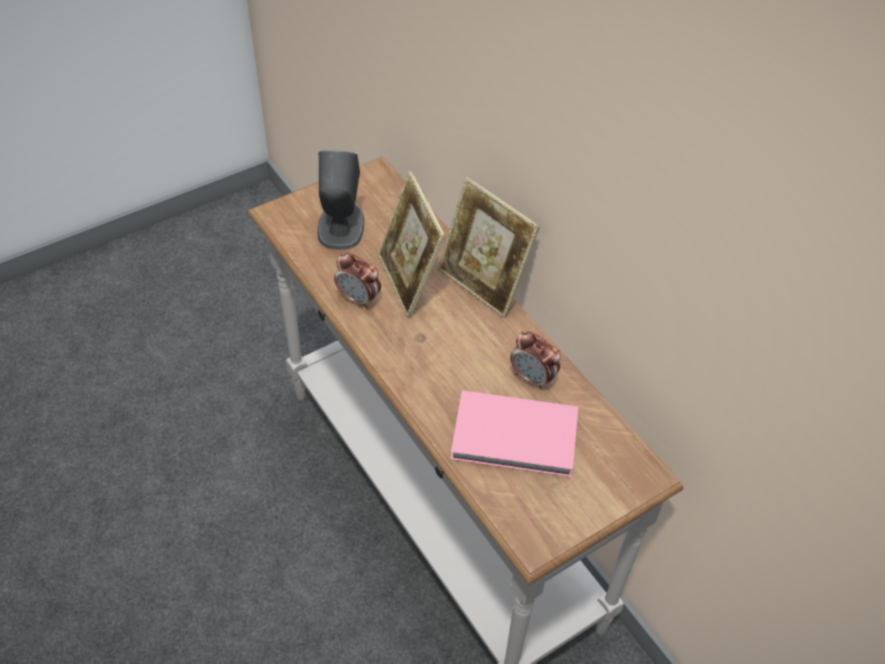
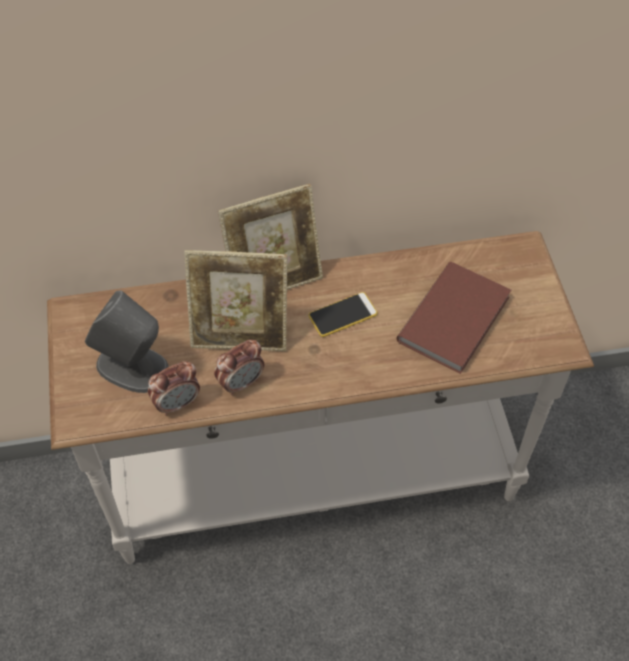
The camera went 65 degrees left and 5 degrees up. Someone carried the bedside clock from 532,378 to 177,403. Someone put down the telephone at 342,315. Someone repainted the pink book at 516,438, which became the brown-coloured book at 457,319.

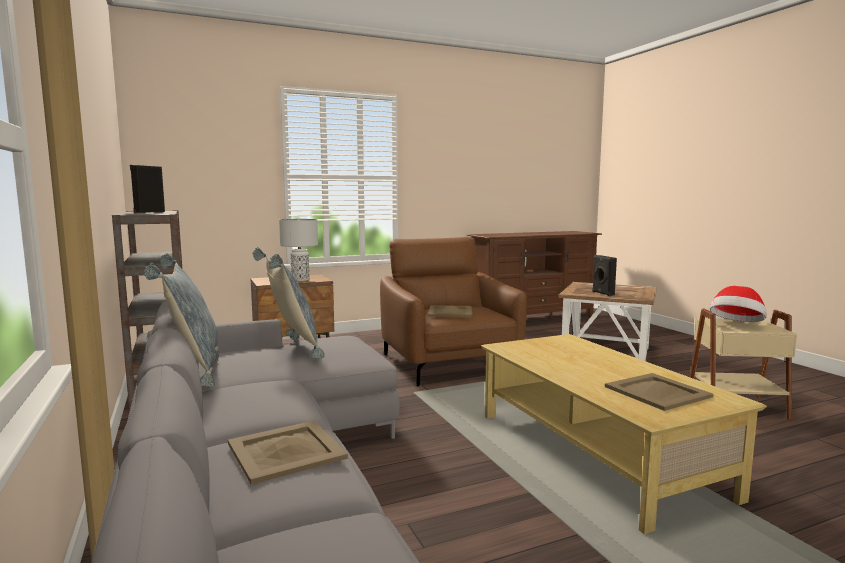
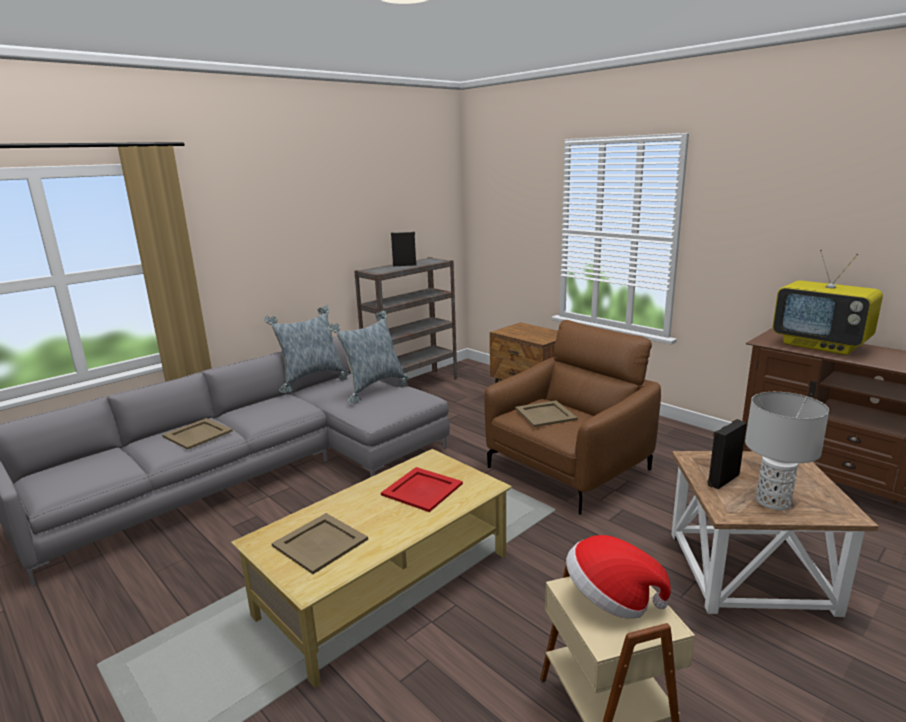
The camera went 70 degrees right and 10 degrees up. Someone put down the red-coloured serving tray at 421,489. Someone carried the whitish lamp for a table from 300,279 to 773,502. Someone put down the TV set at 821,345.

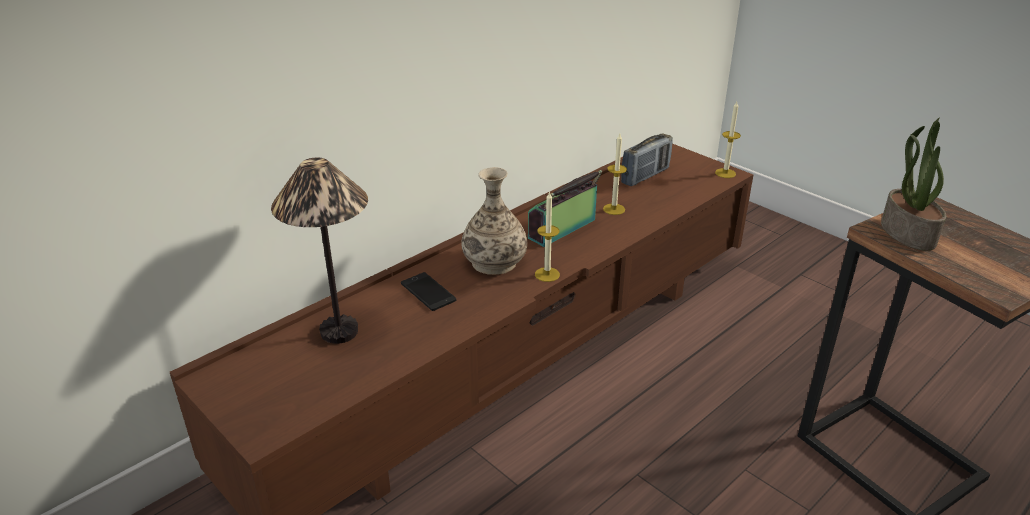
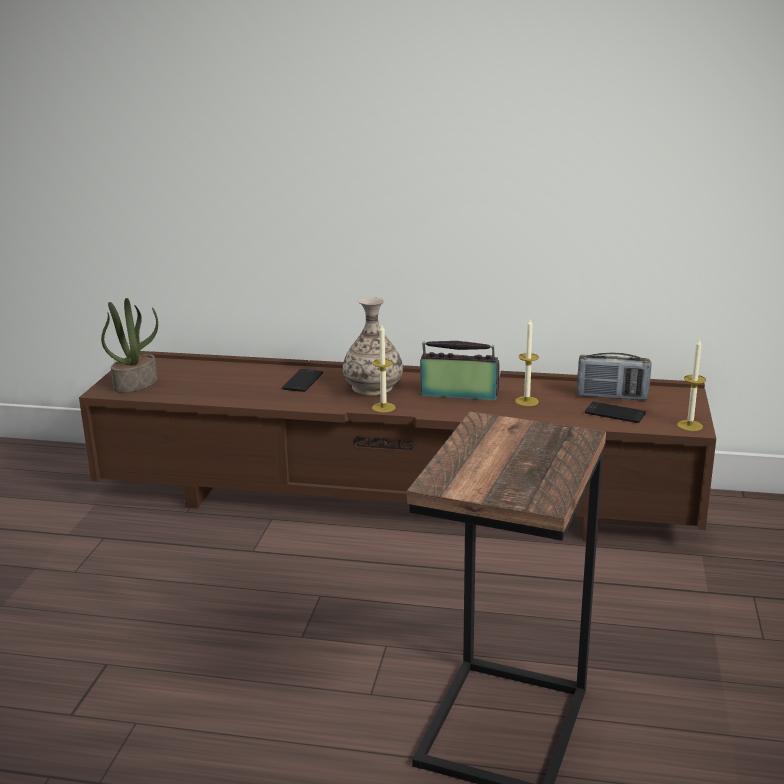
The camera went 55 degrees right and 10 degrees down. Someone carried the houseplant from 906,233 to 135,384. Someone put down the telephone at 615,413. Someone took away the lamp for a table at 338,331.

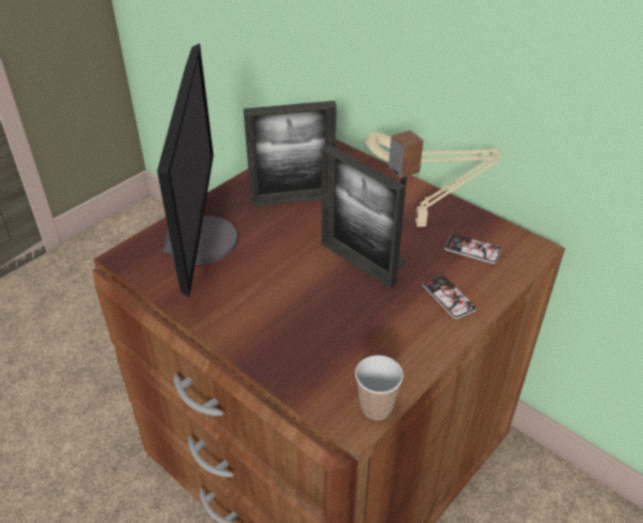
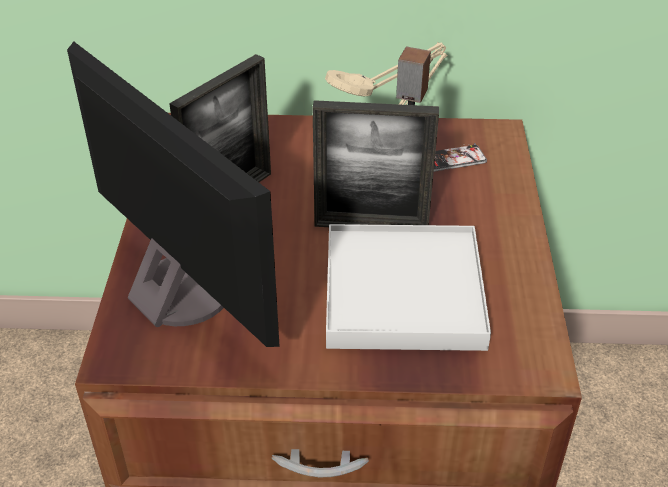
The camera went 40 degrees left and 0 degrees up. Someone put down the whitish serving tray at 403,292. Someone took away the cup at 376,407. Someone took away the telephone at 448,297.

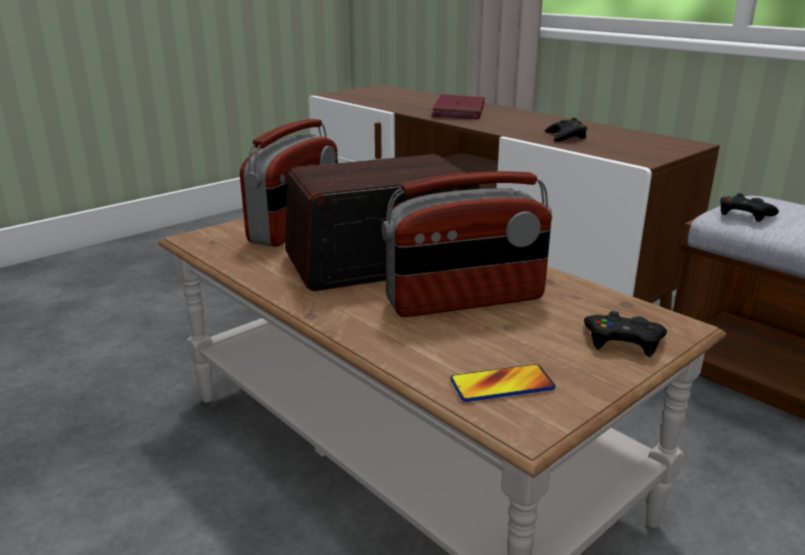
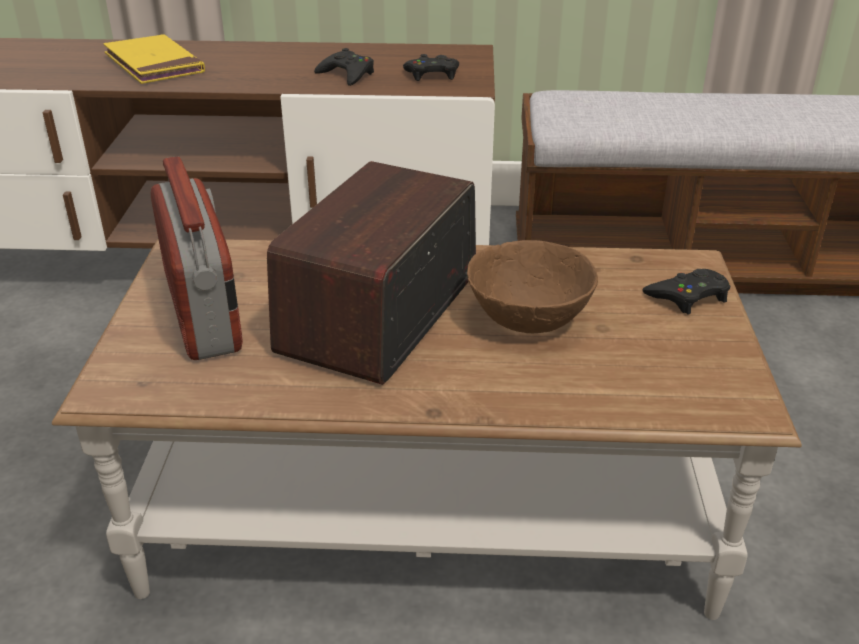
The camera went 45 degrees left and 10 degrees up. Someone repainted the red-coloured book at 459,111, which became the yellow book at 154,64. Someone carried the blackish gamepad from 744,214 to 432,75. Someone swapped the radio set at 466,301 for the brown-coloured bowl at 528,319. Someone took away the telephone at 502,385.

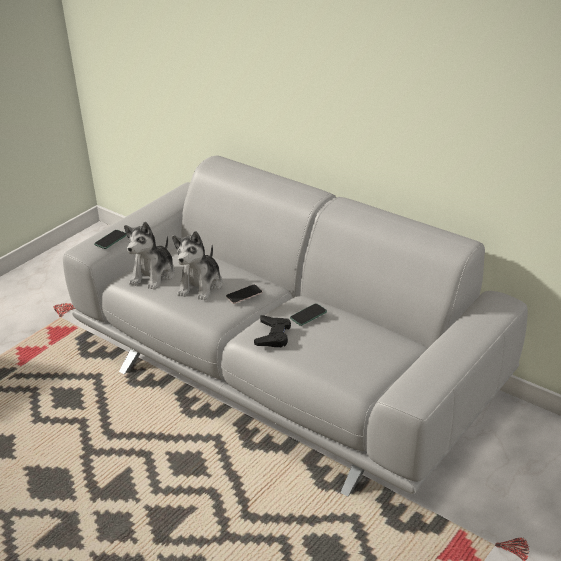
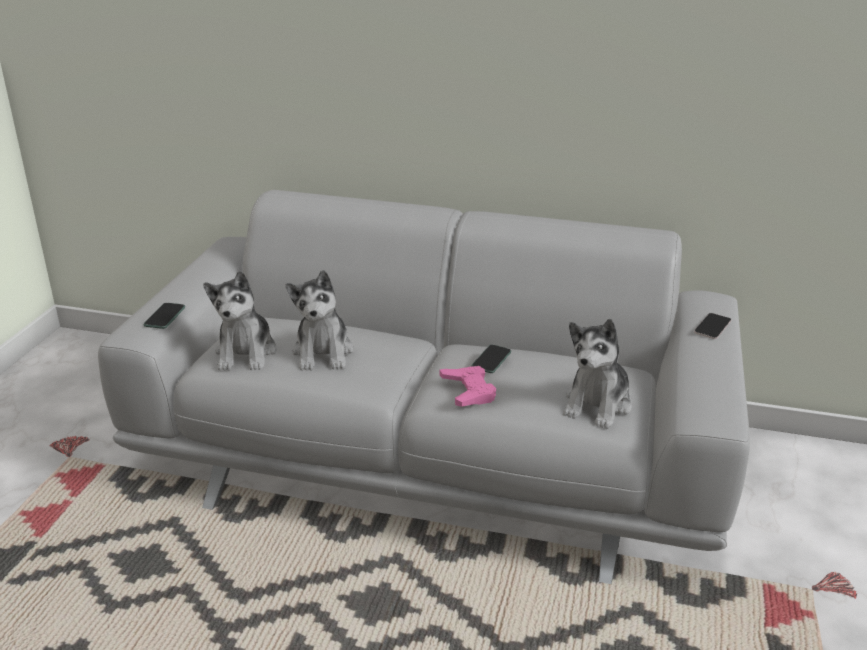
The camera went 25 degrees left and 5 degrees down. Someone repainted the blackish gamepad at 273,335, which became the pink gamepad at 468,391. Someone put down the soft toy at 597,405. Someone carried the telephone from 244,294 to 712,327.

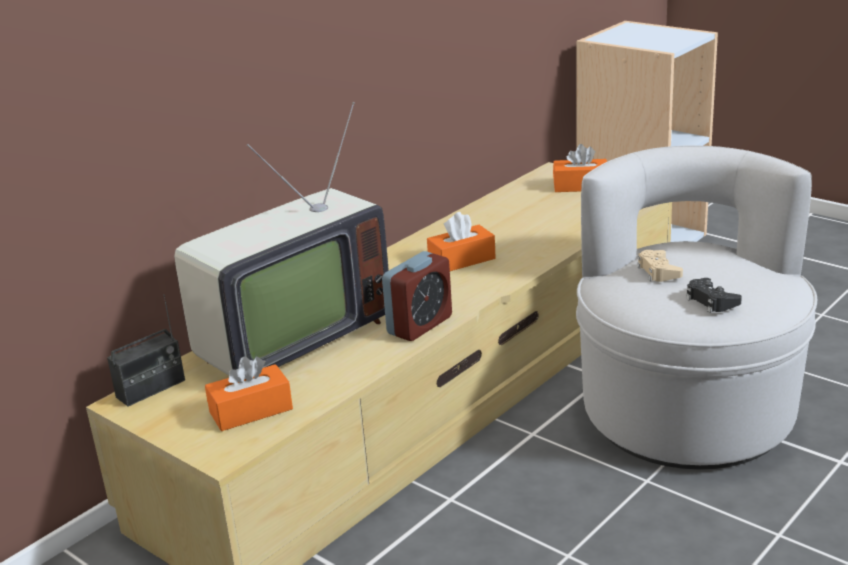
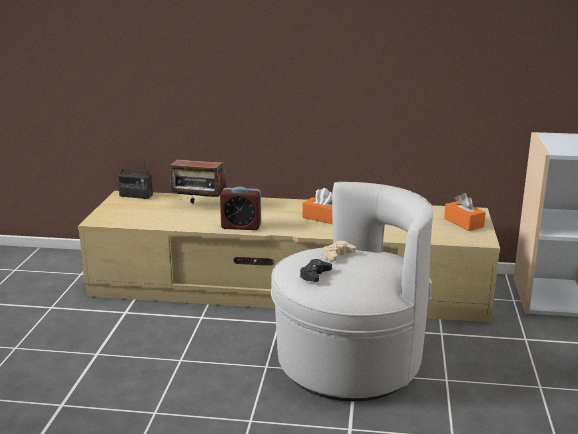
The camera went 55 degrees right and 5 degrees down. Someone swapped the TV set at 287,340 for the radio set at 199,206. Someone took away the orange box of tissues at 251,411.

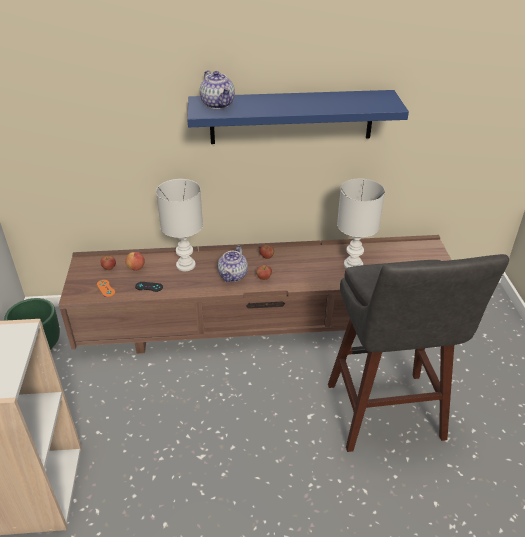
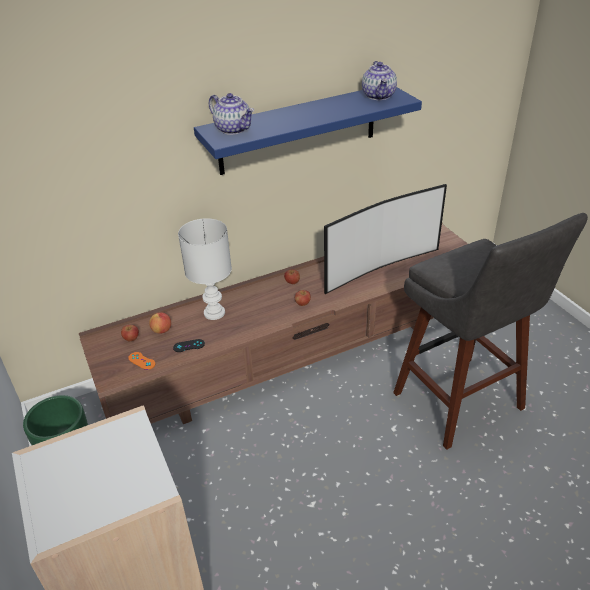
The camera went 20 degrees left and 0 degrees up. Someone swapped the whitish lamp for a table at 353,264 for the TV set at 380,267. Someone carried the tea pot from 233,275 to 379,96.

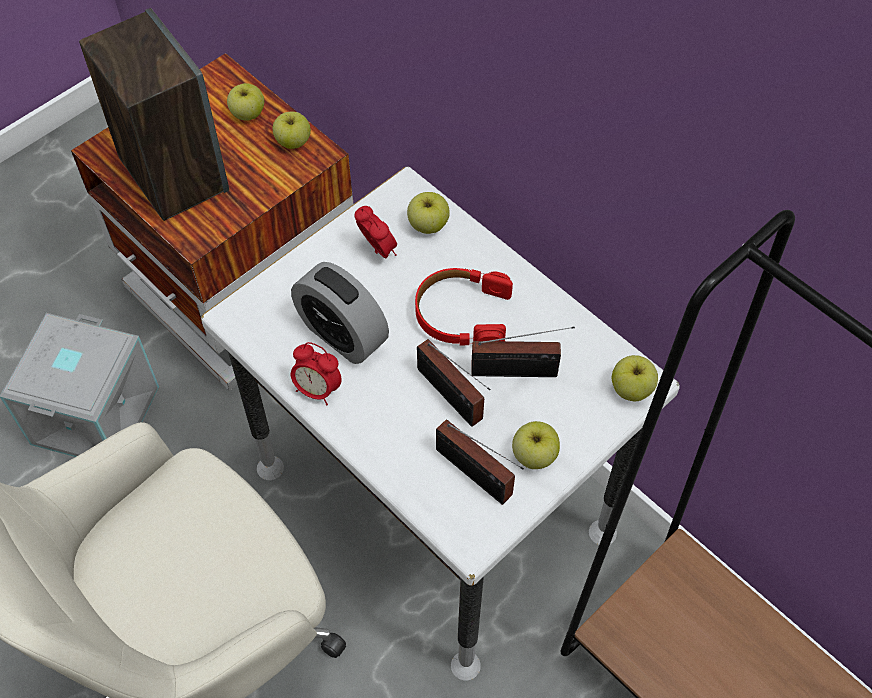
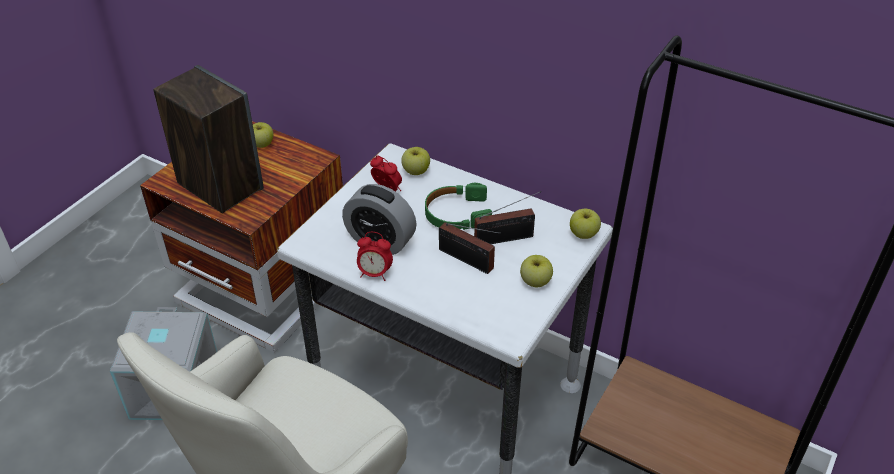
The camera went 15 degrees left and 15 degrees down. Someone repainted the red-coloured headphones at 462,314, which became the green headphones at 457,214. Someone took away the whole apple at 293,141. Someone took away the radio set at 477,476.

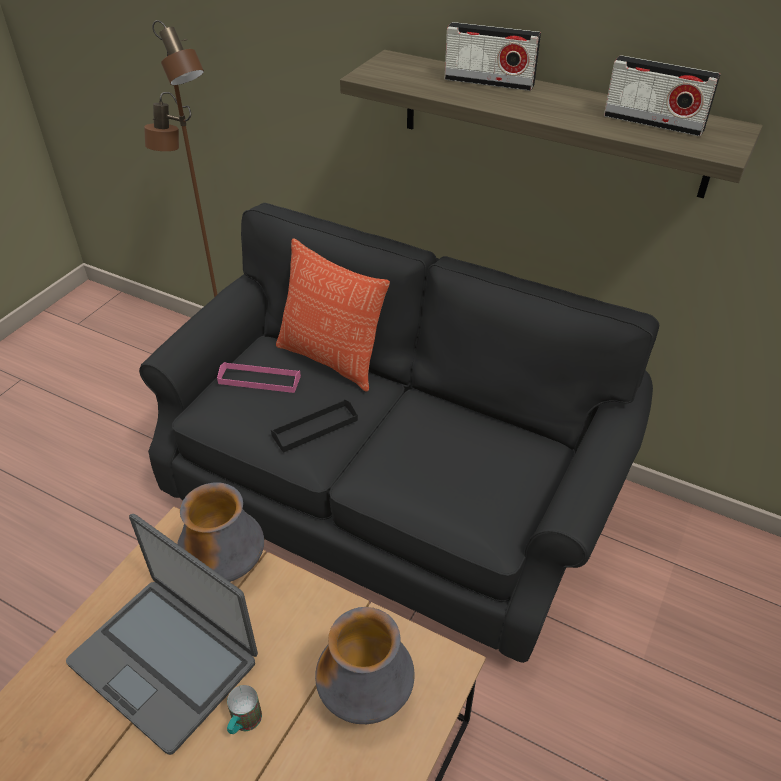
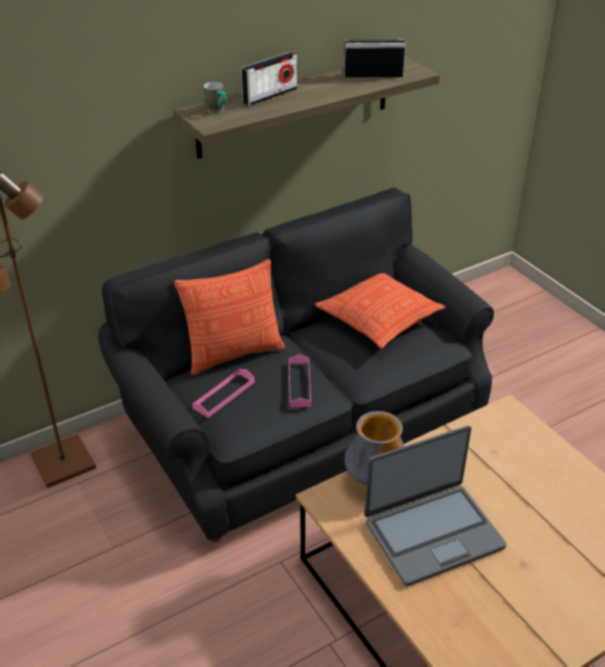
The camera went 60 degrees left and 5 degrees down. Someone carried the coffee mug from 244,723 to 217,110. Someone repainted the blackish serving tray at 315,428, which became the pink serving tray at 299,384. Someone put down the orange pillow at 379,320. Someone rotated the radio set at 653,123 by 150 degrees counterclockwise. Someone took away the vase at 366,696.

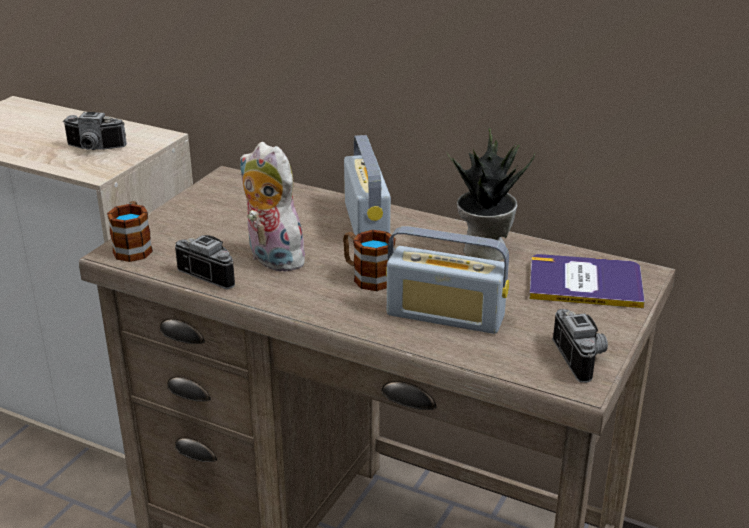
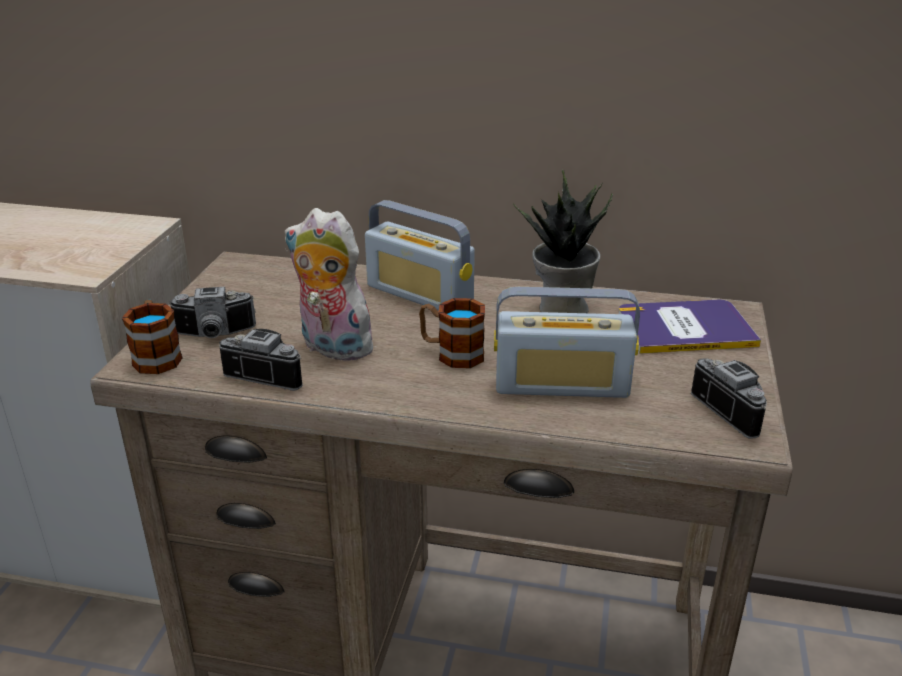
The camera went 15 degrees left and 0 degrees up. Someone carried the photo camera from 94,149 to 214,335. Someone rotated the radio set at 366,223 by 150 degrees clockwise.

